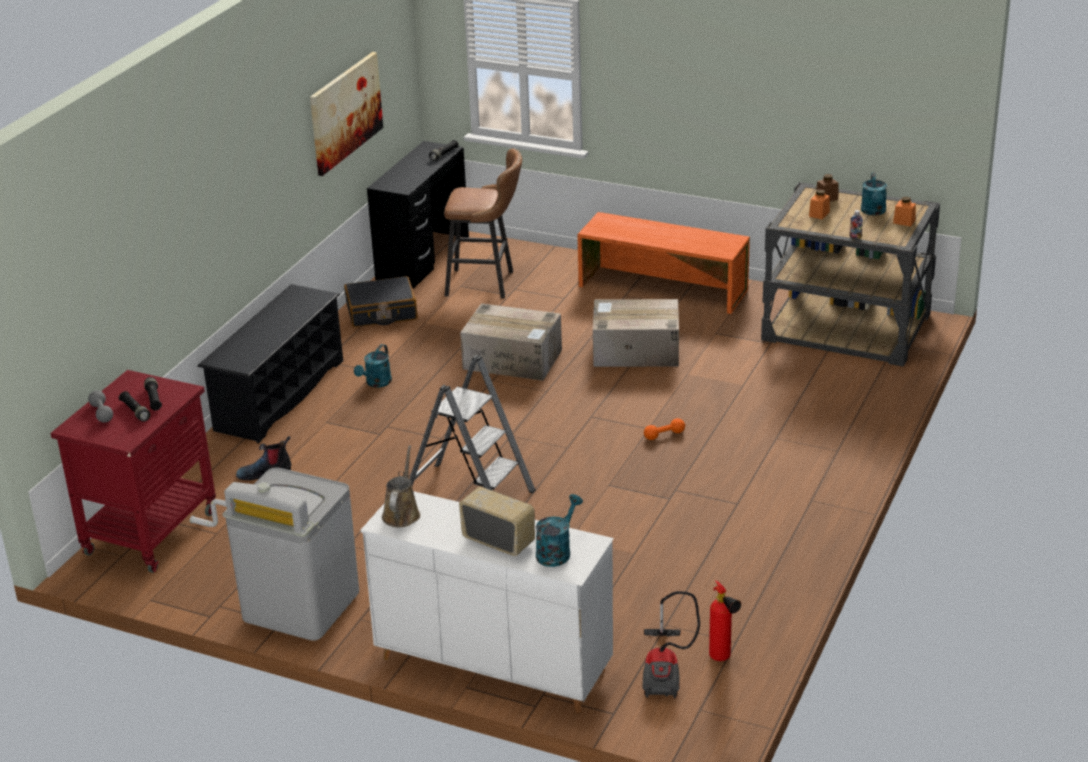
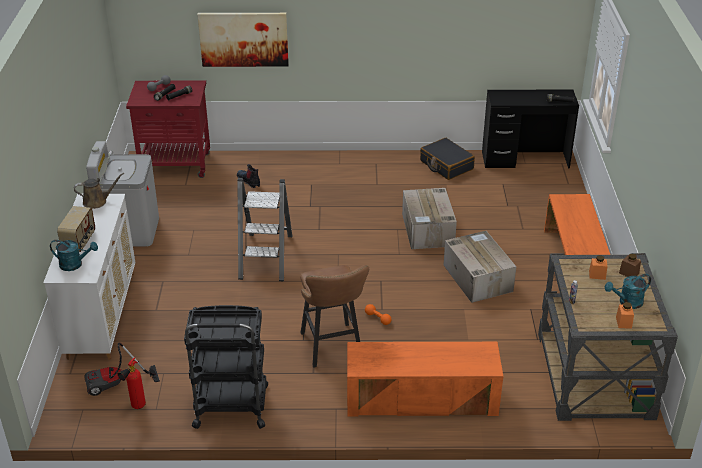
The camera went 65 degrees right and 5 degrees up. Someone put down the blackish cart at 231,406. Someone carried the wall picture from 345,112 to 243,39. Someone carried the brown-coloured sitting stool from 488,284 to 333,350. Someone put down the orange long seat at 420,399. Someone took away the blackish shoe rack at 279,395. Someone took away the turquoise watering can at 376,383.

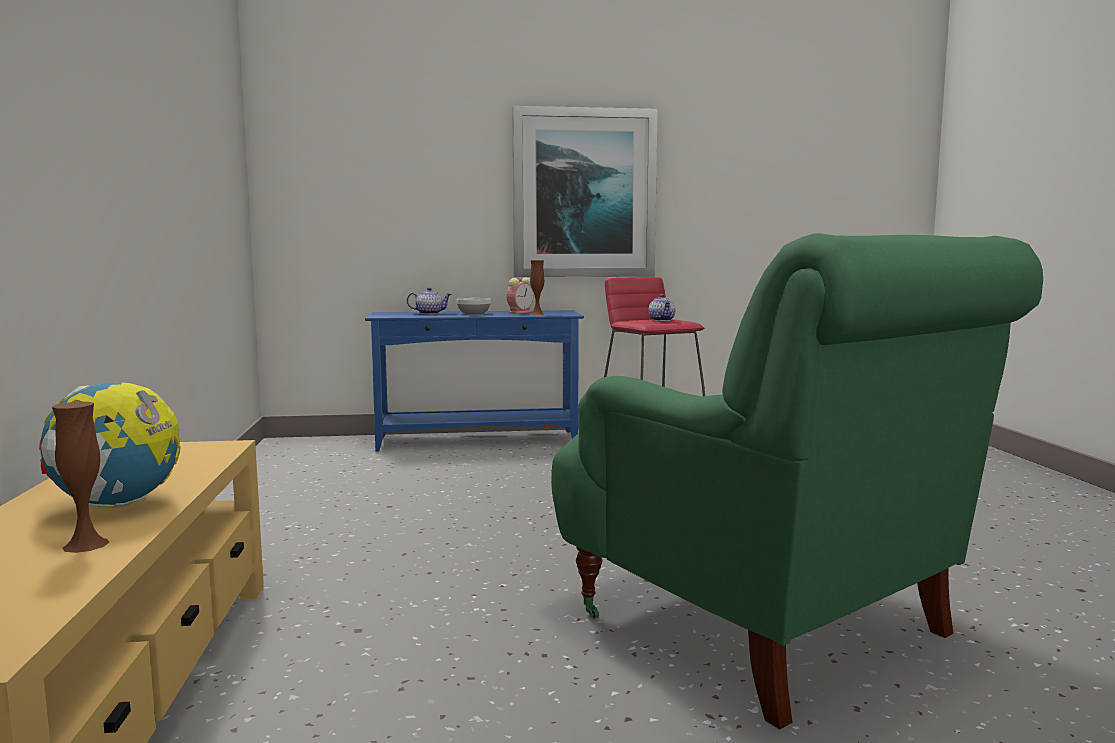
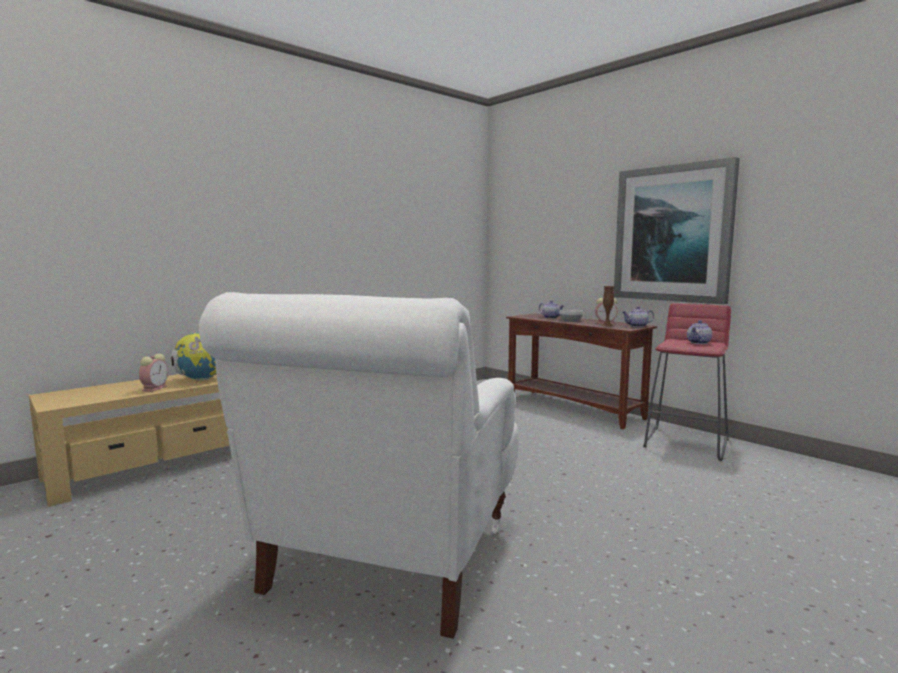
The camera went 55 degrees right and 0 degrees up. Someone swapped the brown-coloured vase at 86,545 for the bedside clock at 155,388. Someone repainted the green armchair at 767,626, which became the whitish armchair at 388,560. Someone repainted the blue-coloured narrow table at 478,440, which became the brown-coloured narrow table at 573,408. Someone put down the tea pot at 637,326.

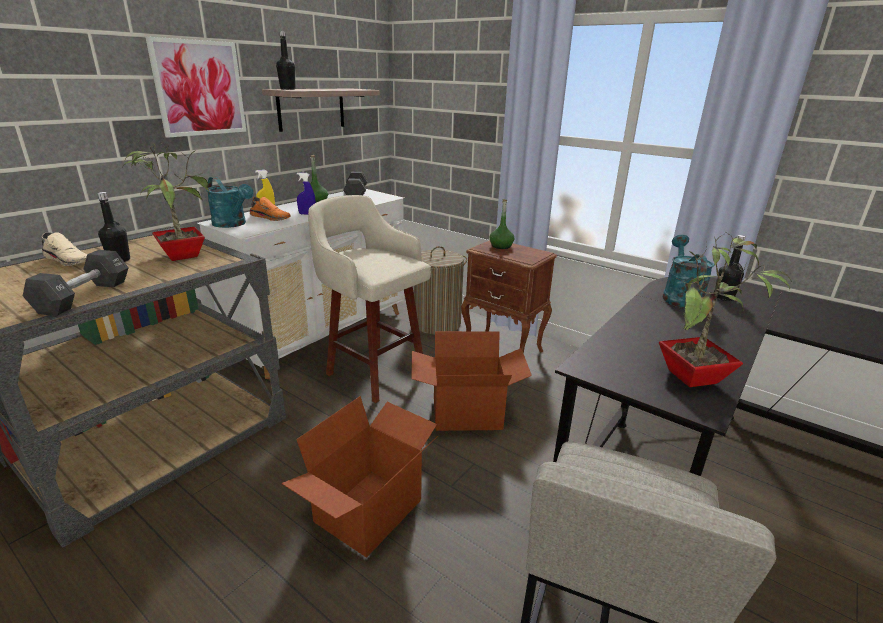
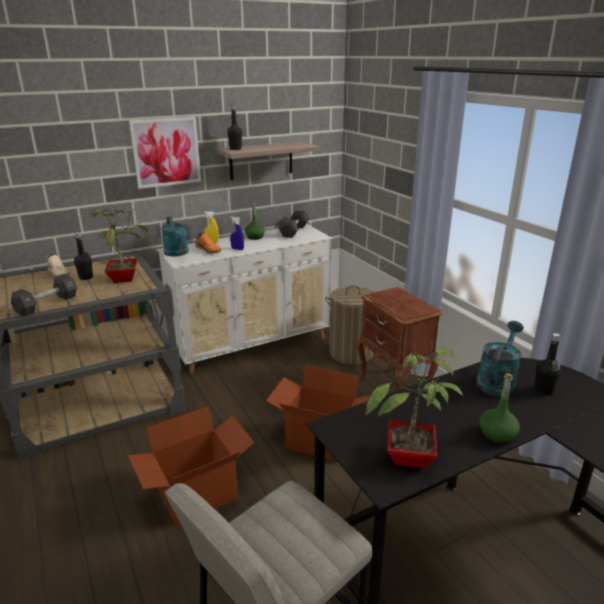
The camera went 25 degrees right and 0 degrees up. Someone carried the green beverage bottle from 501,246 to 497,434. Someone took away the beige-coloured sitting stool at 373,372.

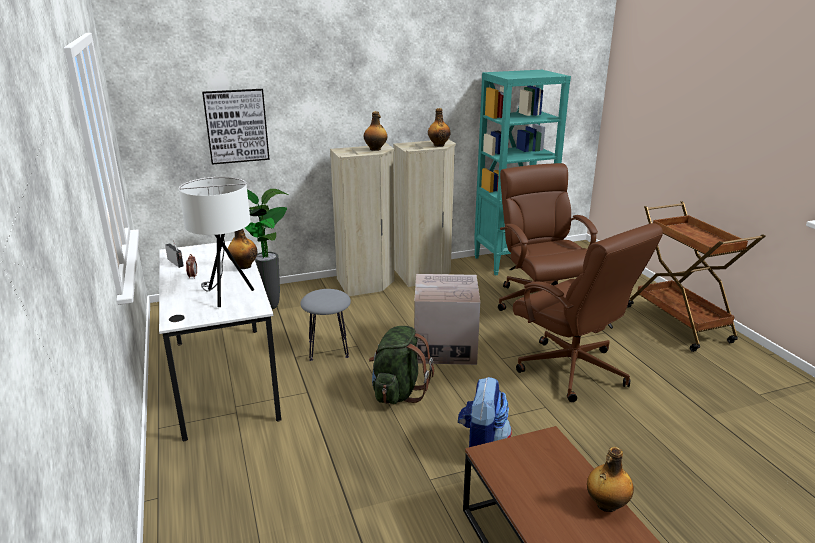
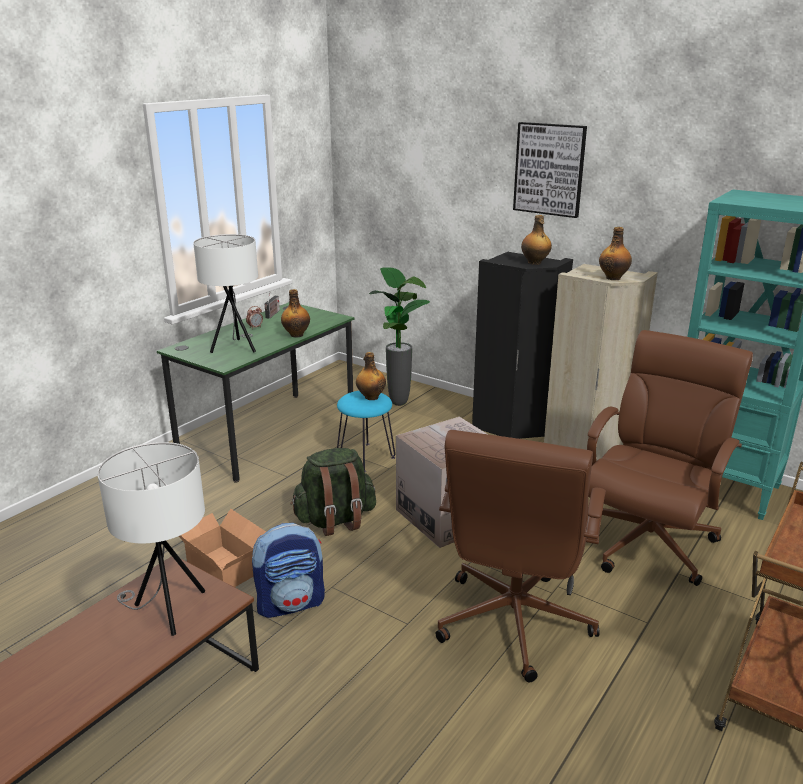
The camera went 55 degrees right and 0 degrees up. Someone put down the whitish lamp for a table at 168,610. Someone repainted the whitish desk table at 224,378, which became the green desk table at 269,434. Someone put down the packing box at 225,566. Someone repainted the gray sitting stool at 328,349, which became the turquoise sitting stool at 365,457. Someone carried the beverage bottle from 606,505 to 371,397. Someone repainted the beige-coloured cupboard at 366,282, which became the blackish cupboard at 514,425. Someone carried the wall picture from 236,126 to 549,169.

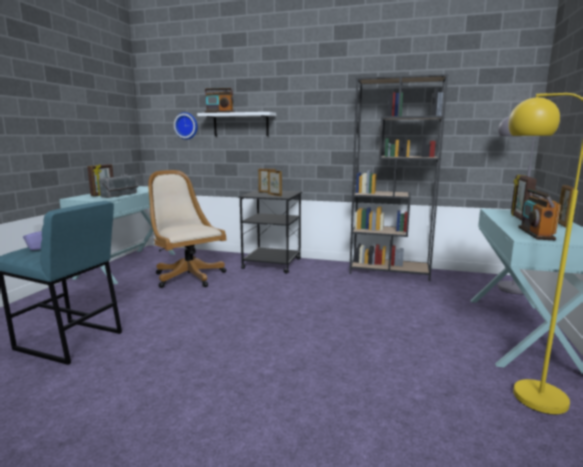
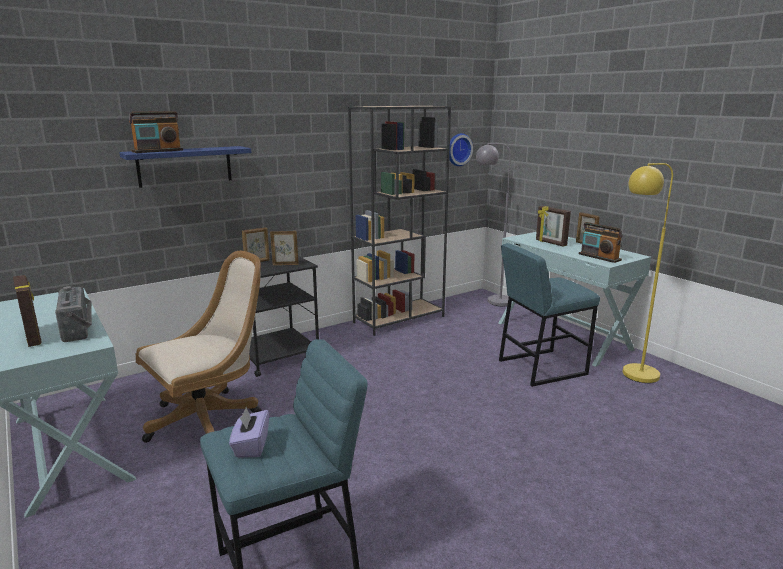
The camera went 50 degrees left and 5 degrees up. Someone repainted the whitish shelf at 240,124, which became the blue-coloured shelf at 185,166. Someone rotated the office chair at 187,275 by 135 degrees clockwise. Someone carried the clock on the wall from 186,126 to 458,149. Someone put down the blue-coloured sitting stool at 540,368.

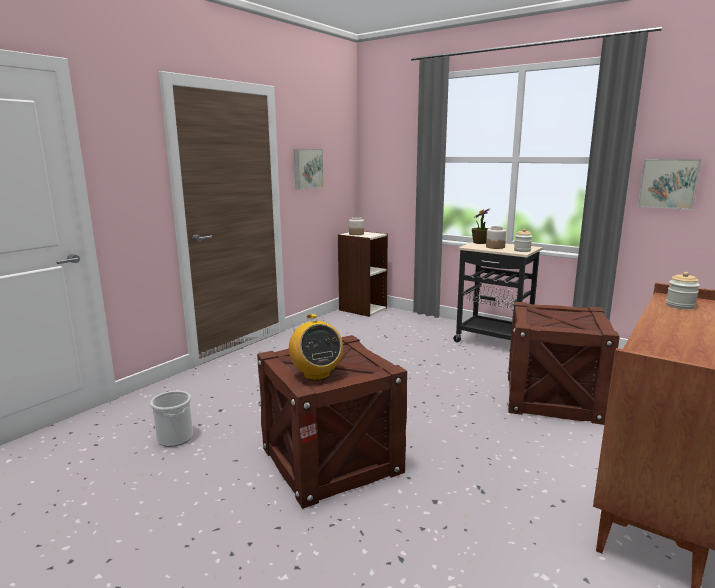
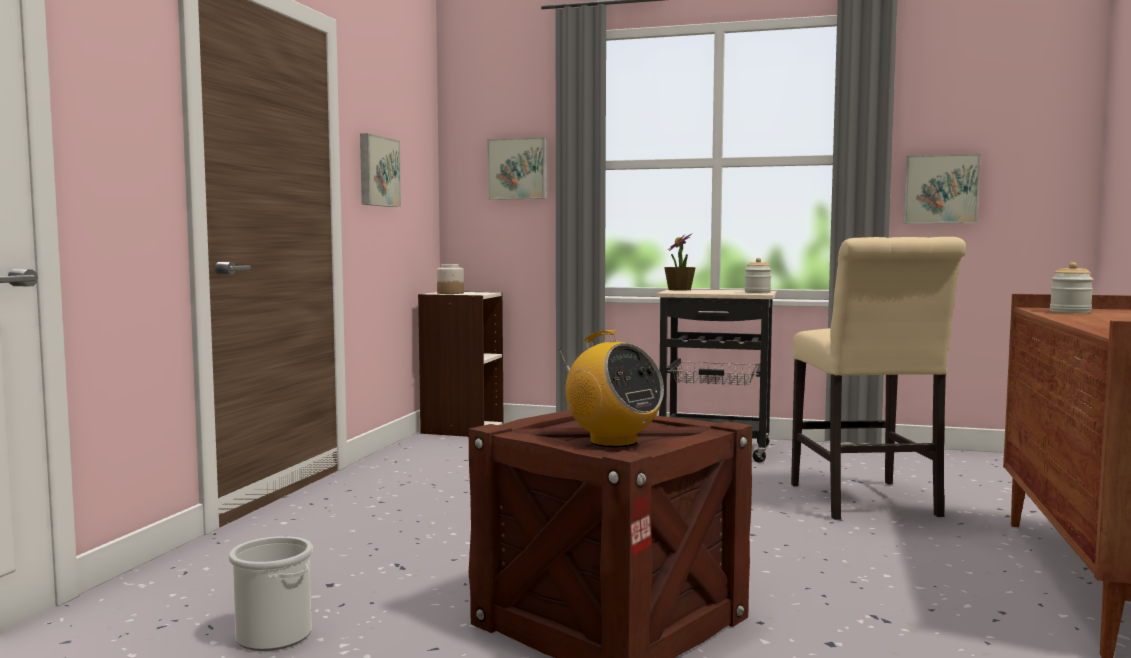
The camera went 20 degrees left and 10 degrees down. Someone put up the wall picture at 518,169. Someone swapped the shipping crate at 552,398 for the beige-coloured sitting stool at 865,503. Someone took away the jar at 495,247.

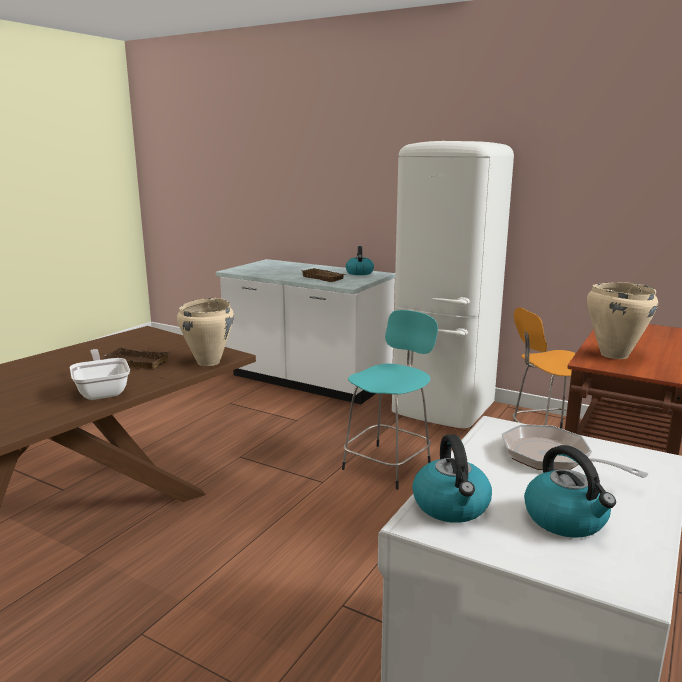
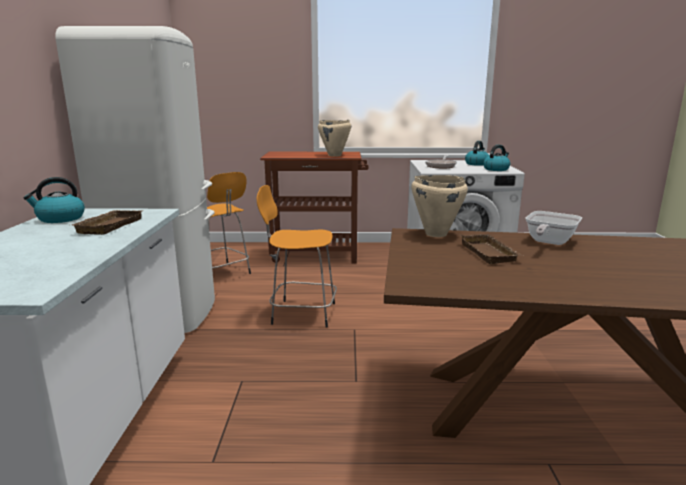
The camera went 120 degrees left and 0 degrees up. Someone repainted the turquoise sitting stool at 388,464, which became the orange sitting stool at 301,313.

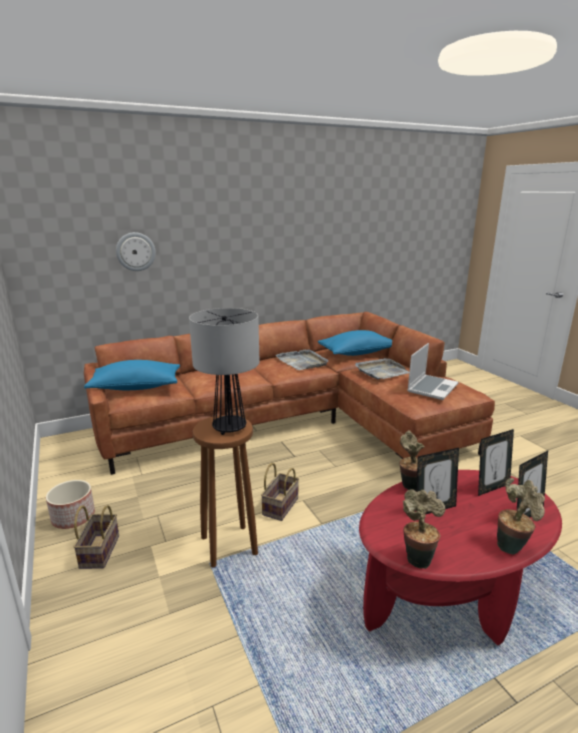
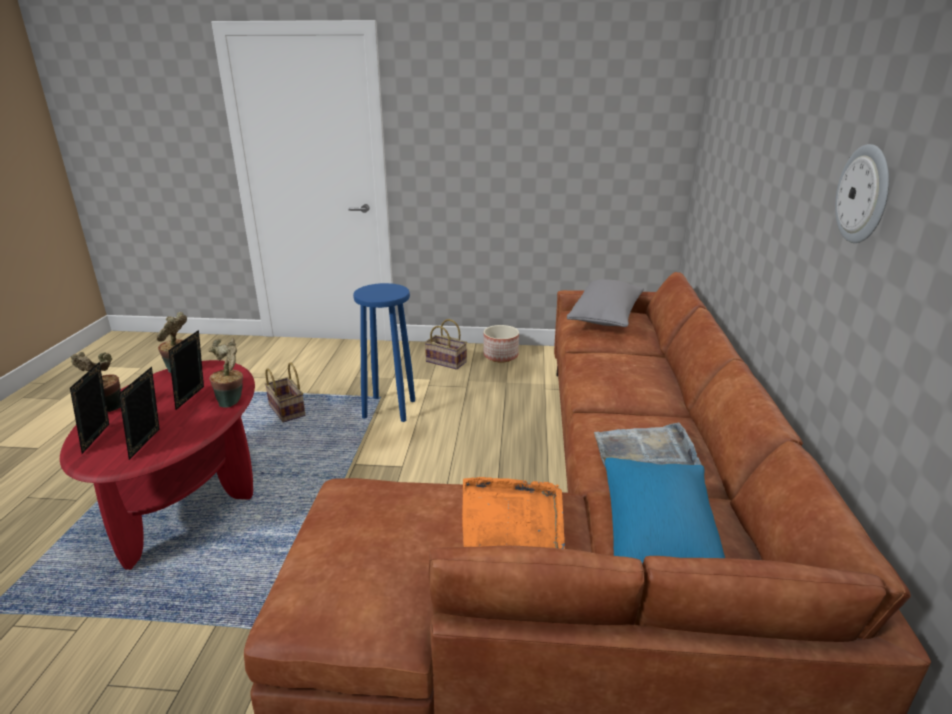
The camera went 120 degrees right and 5 degrees up. Someone carried the storage basket from 280,505 to 288,410. Someone repainted the brown-coloured sitting stool at 228,544, which became the blue-coloured sitting stool at 390,409. Someone repainted the gray serving tray at 381,371, which became the orange serving tray at 511,523. Someone repainted the blue-coloured pillow at 136,387, which became the gray pillow at 605,317. Someone carried the clock on the wall from 135,251 to 864,194. Someone took away the lamp for a table at 229,428. Someone took away the portable computer at 432,388.

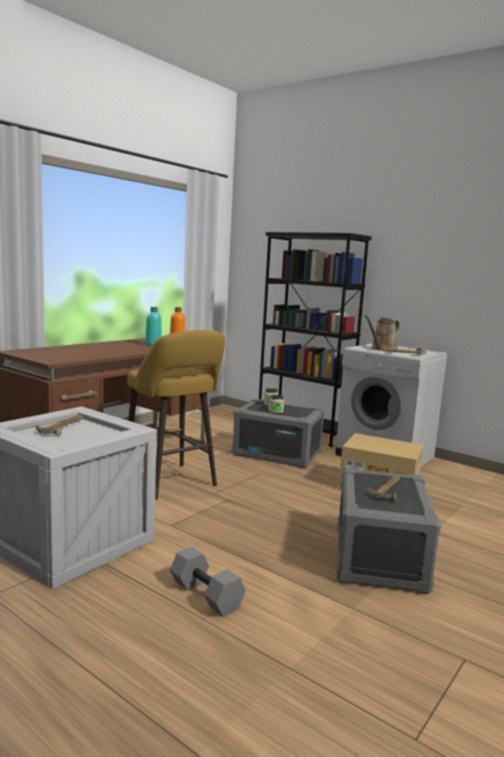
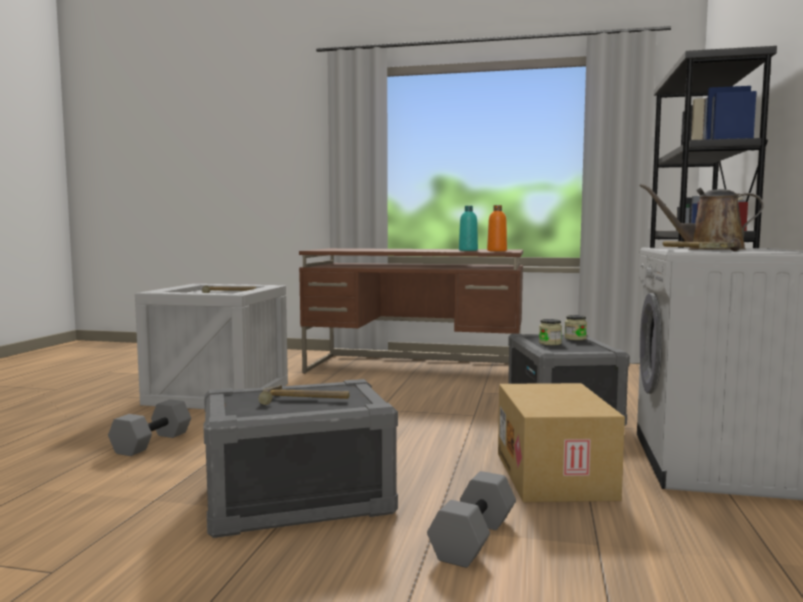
The camera went 65 degrees right and 5 degrees down. Someone put down the gray hand weight at 474,540. Someone took away the yellow sitting stool at 172,483.

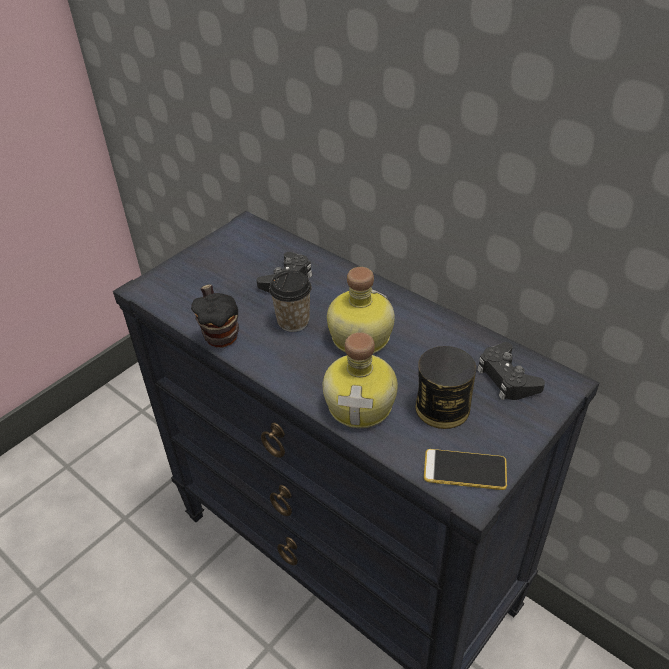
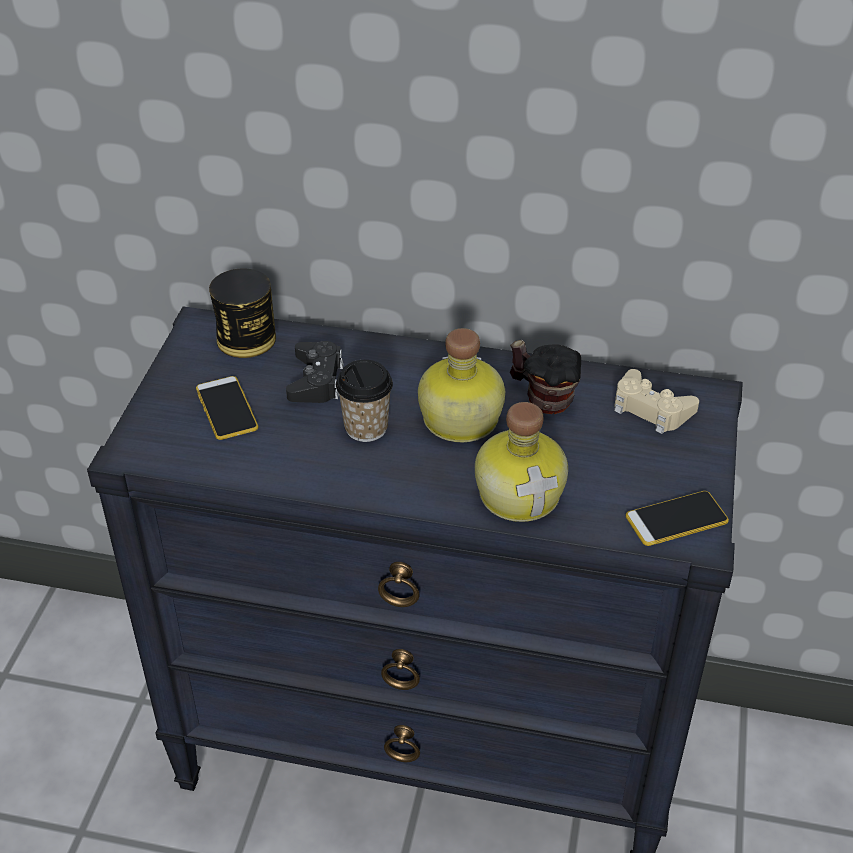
The camera went 30 degrees left and 0 degrees up. Someone put down the telephone at 226,408. Someone carried the metal can from 442,408 to 246,339. Someone carried the coffee mug from 220,333 to 543,398. Someone repainted the blackish gamepad at 507,378, which became the beige-coloured gamepad at 651,409.

